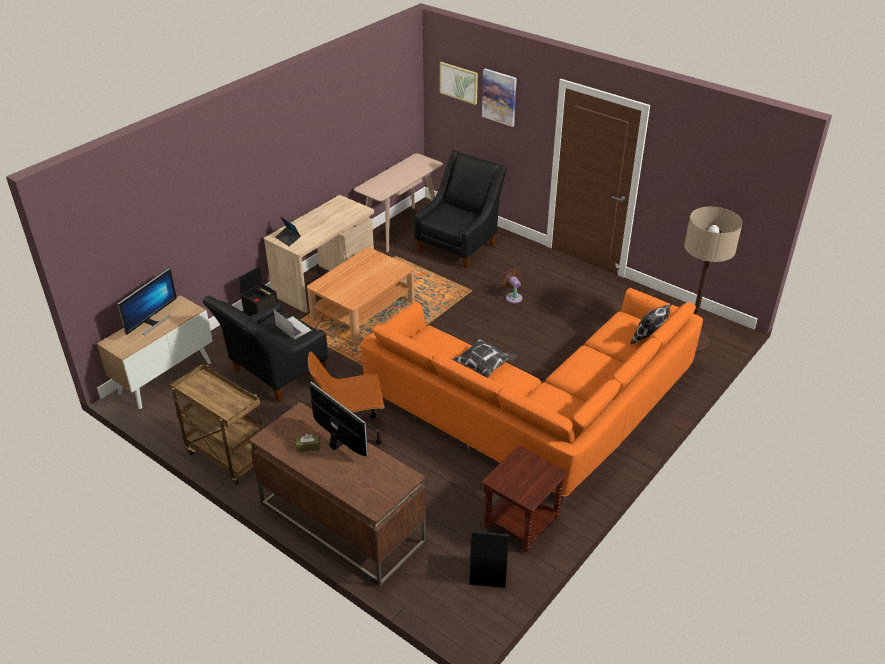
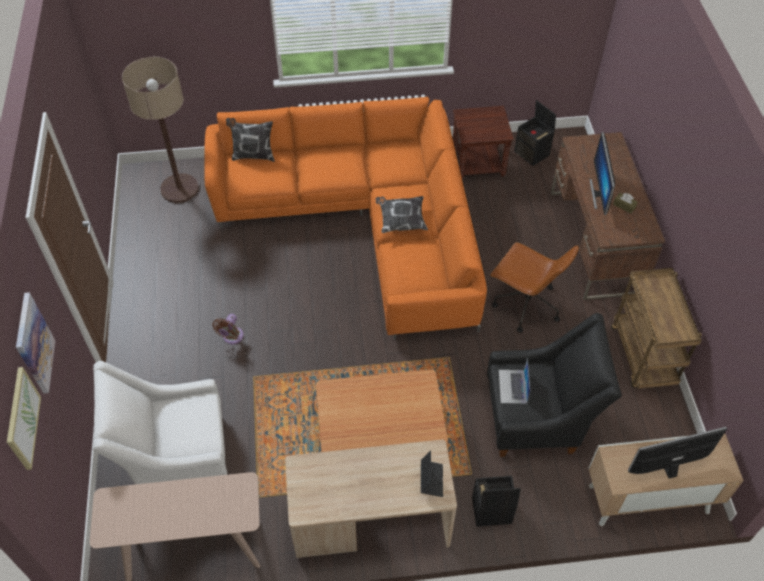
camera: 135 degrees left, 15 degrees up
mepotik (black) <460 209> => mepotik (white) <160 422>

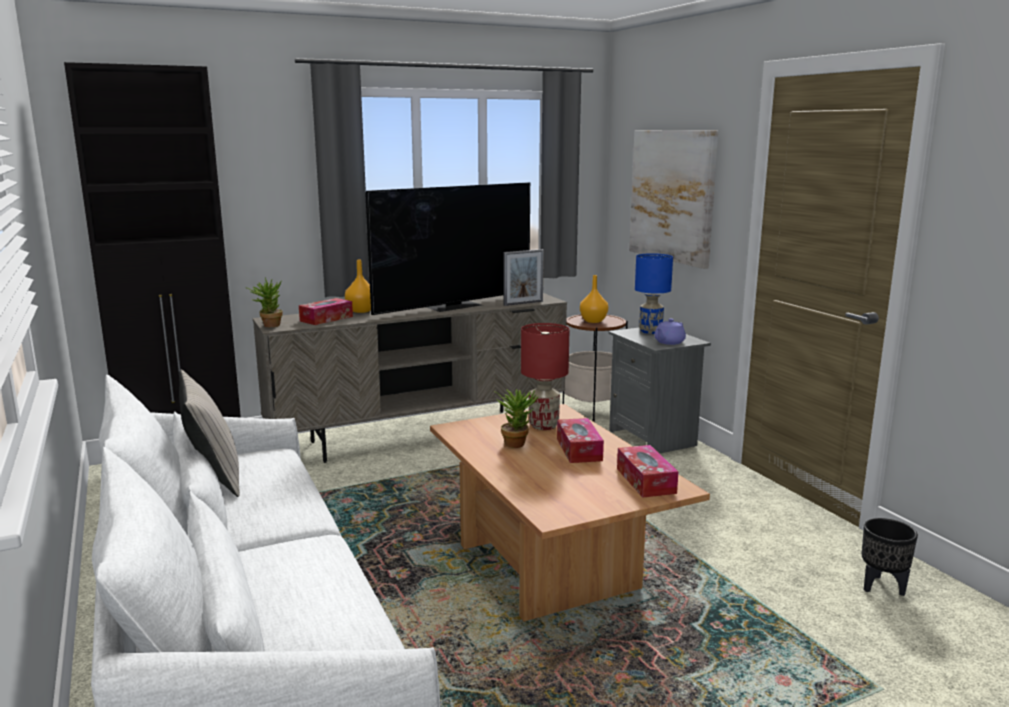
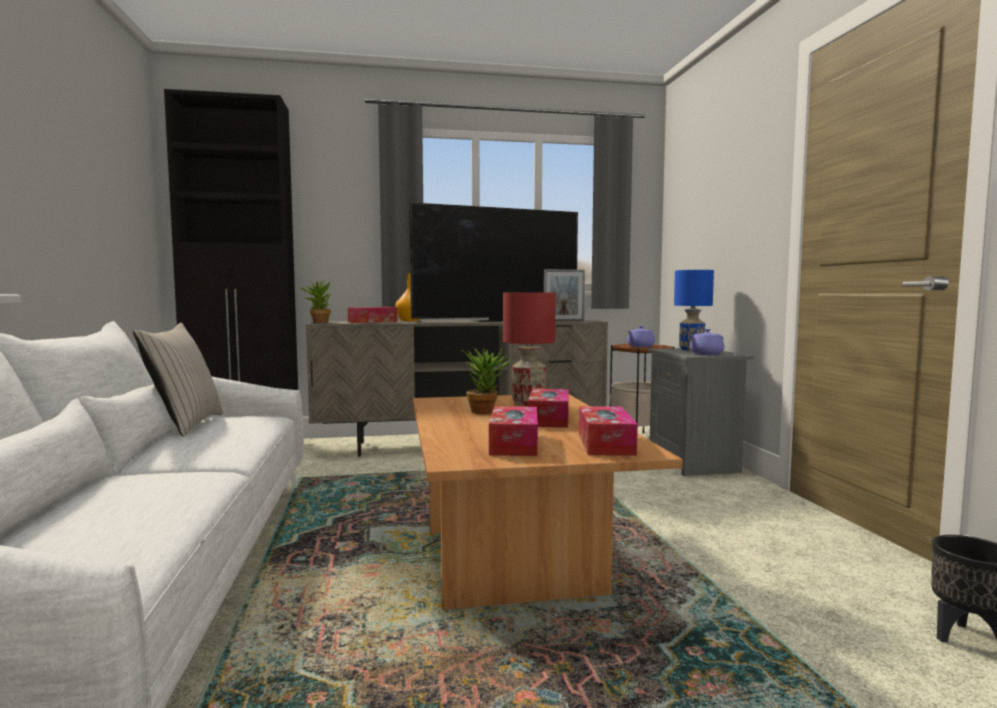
camera: 15 degrees right, 10 degrees down
nothing => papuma <513 431>
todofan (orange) <594 299> => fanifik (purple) <641 336>
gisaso <673 199> => nothing

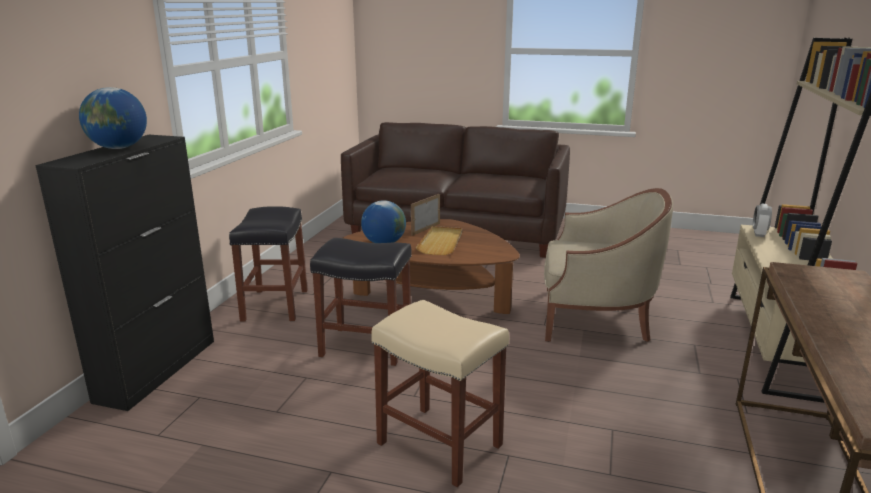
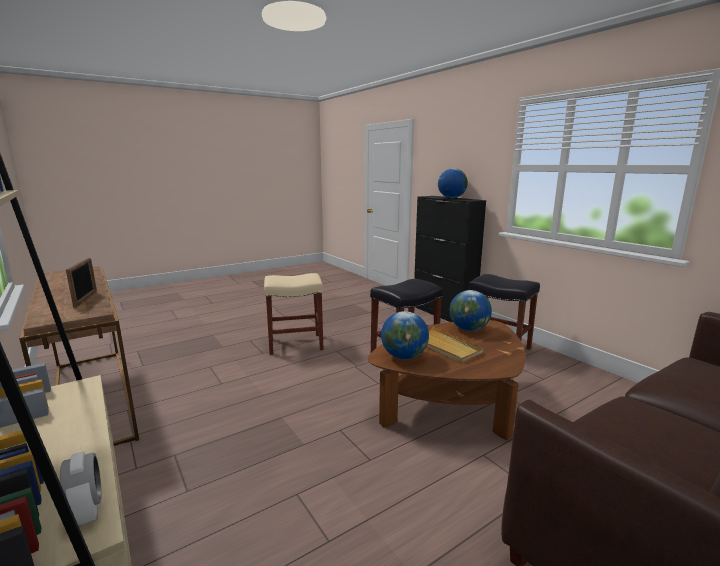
camera: 130 degrees right, 5 degrees down
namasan <425 215> => namasan <81 283>, shifted
nothing => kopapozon <405 335>
mepotik (beige) <608 265> => nothing

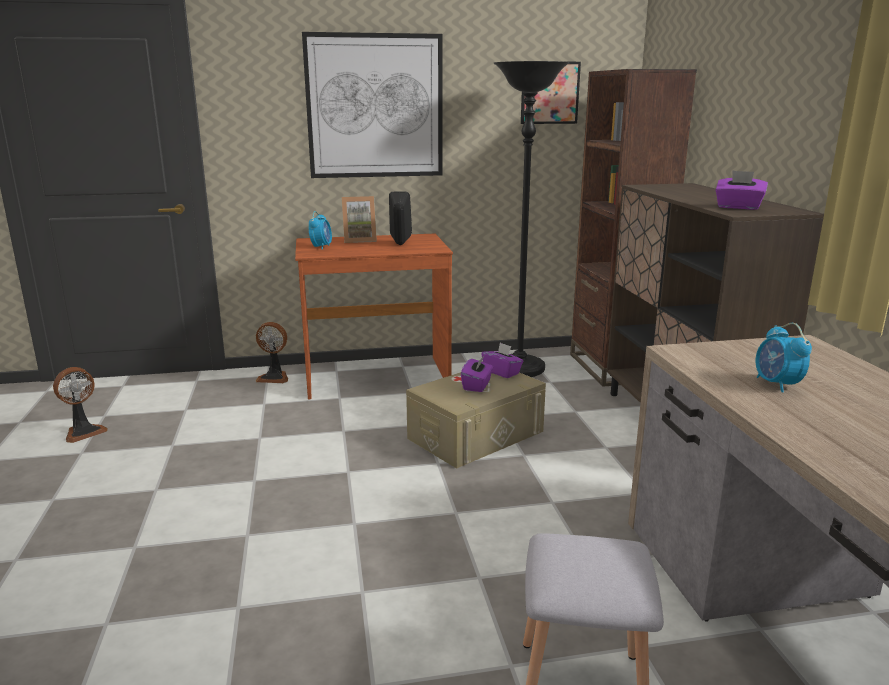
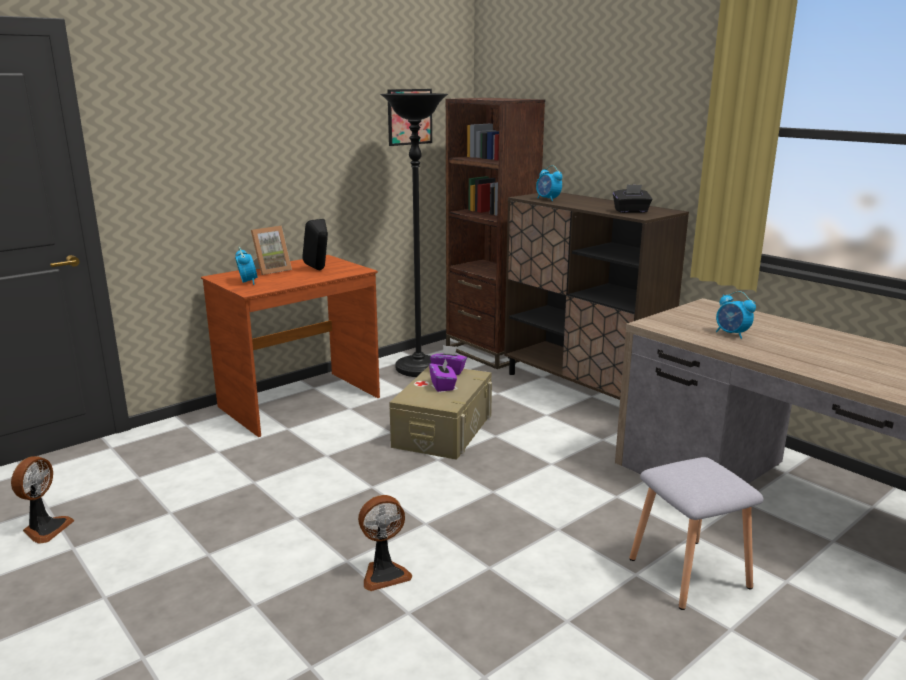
camera: 30 degrees left, 0 degrees up
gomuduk <271 352> => gomuduk <385 543>, shifted
nothing => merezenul <549 183>
papuma (purple) <742 190> => papuma (black) <632 199>
gisaso <372 105> => nothing

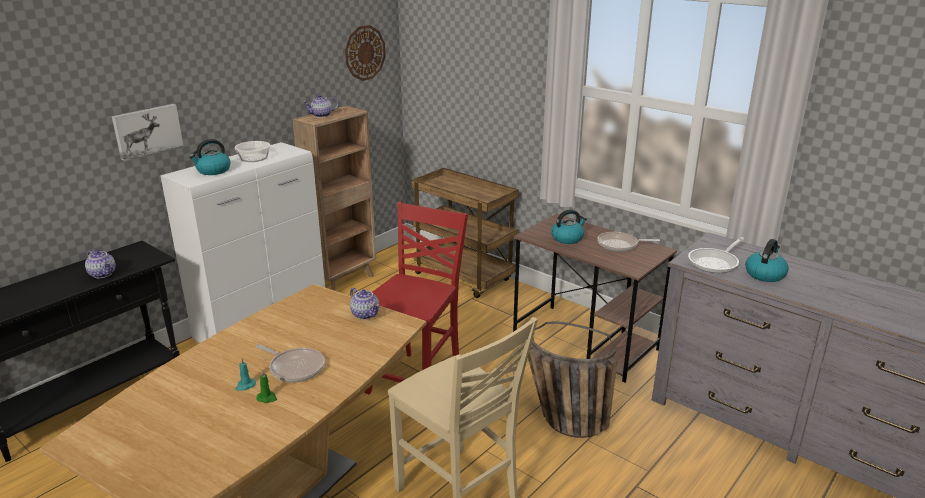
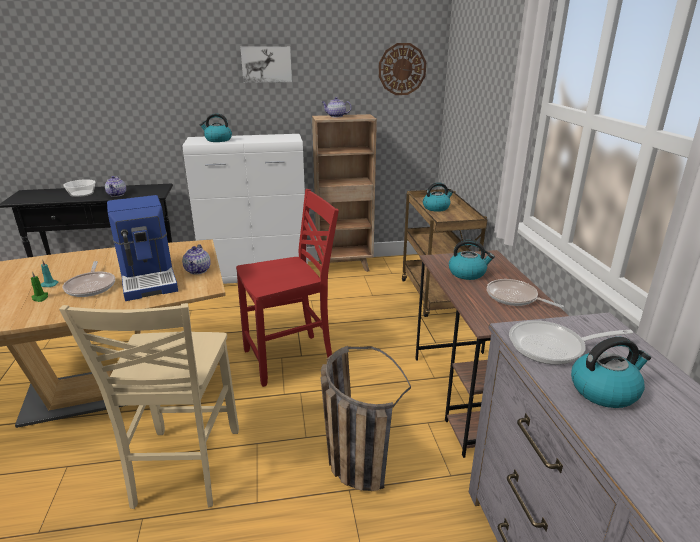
camera: 40 degrees right, 0 degrees up
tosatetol <252 151> => tosatetol <79 188>, shifted
nothing => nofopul <142 248>
gisaso <147 132> => gisaso <266 65>, shifted
nothing => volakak <438 197>

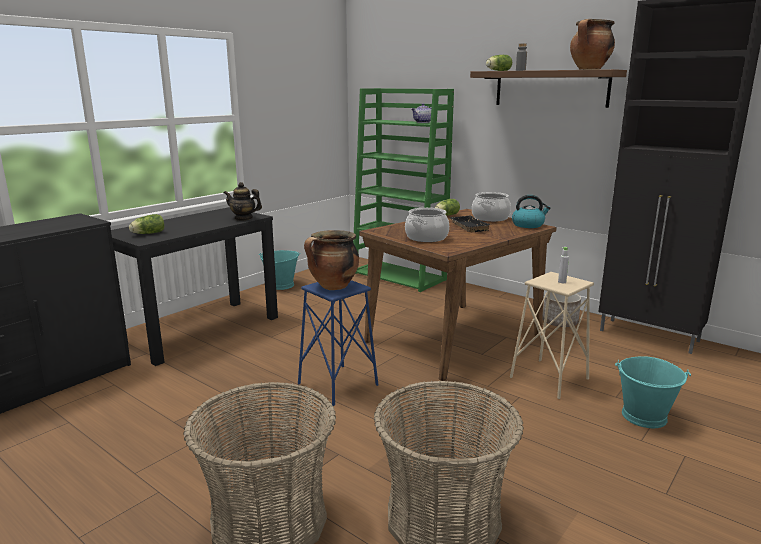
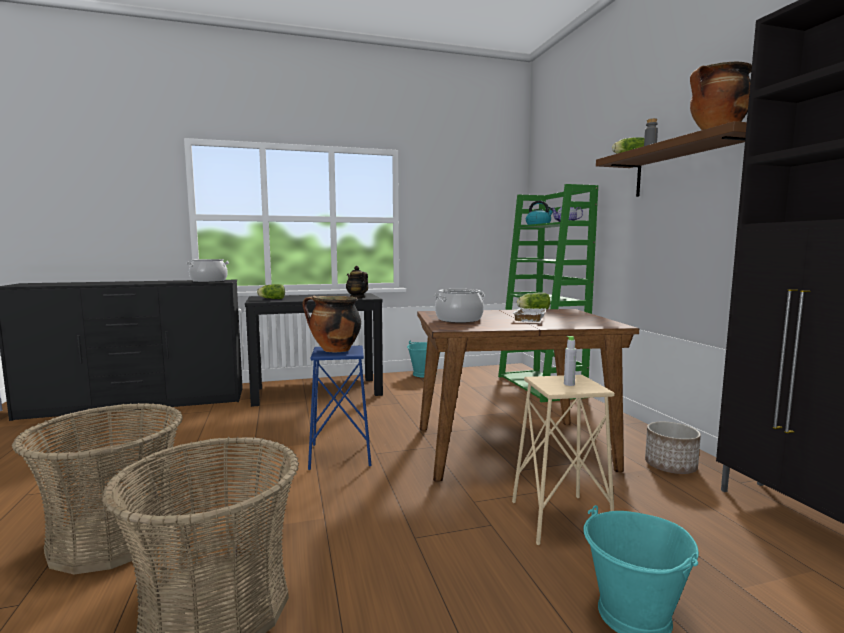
camera: 35 degrees right, 10 degrees down
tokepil <491 207> => tokepil <207 270>, shifted
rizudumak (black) <470 223> => rizudumak (white) <529 315>
volakak <531 211> => volakak <539 212>, shifted

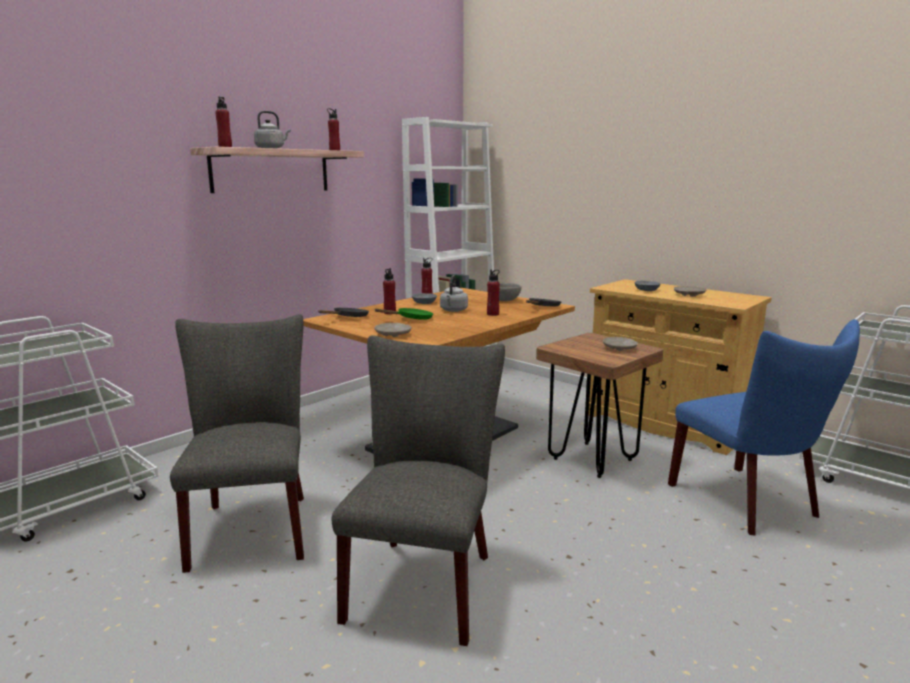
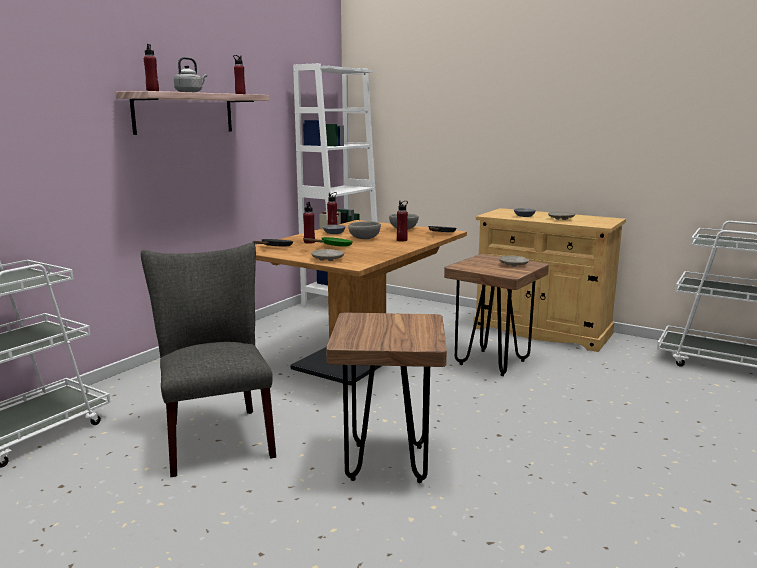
camera: 10 degrees left, 0 degrees up
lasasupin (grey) <418 490> => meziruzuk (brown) <386 398>
volakak (grey) <454 293> => tosatetol (grey) <364 230>
lasasupin (blue) <764 427> => nothing

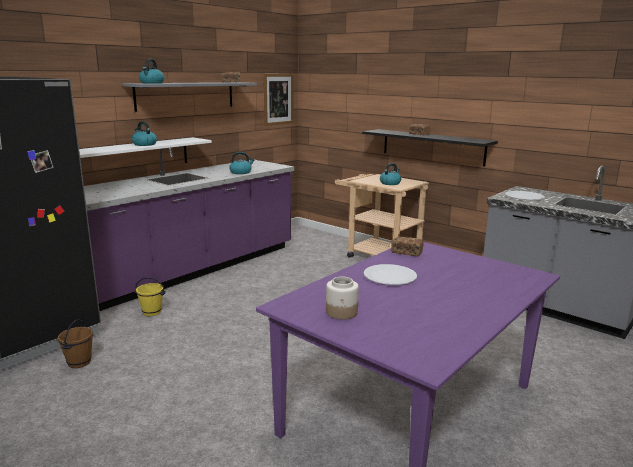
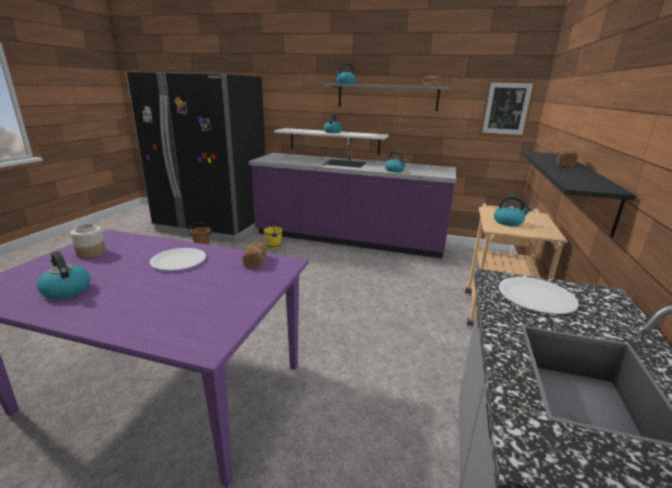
camera: 65 degrees right, 5 degrees up
nothing => volakak <63 275>

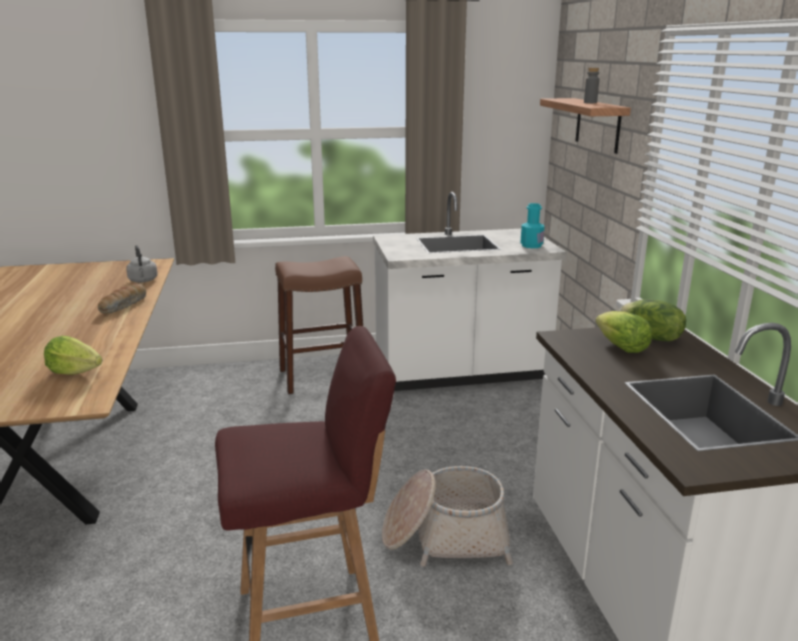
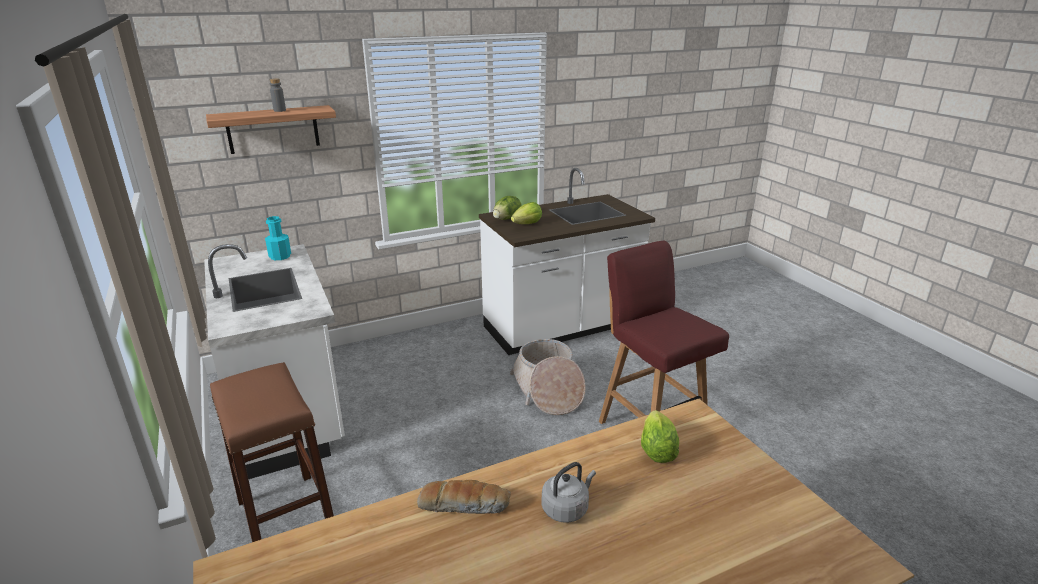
camera: 105 degrees left, 5 degrees up
volakak (grey) <142 264> => volakak (grey) <568 492>, shifted

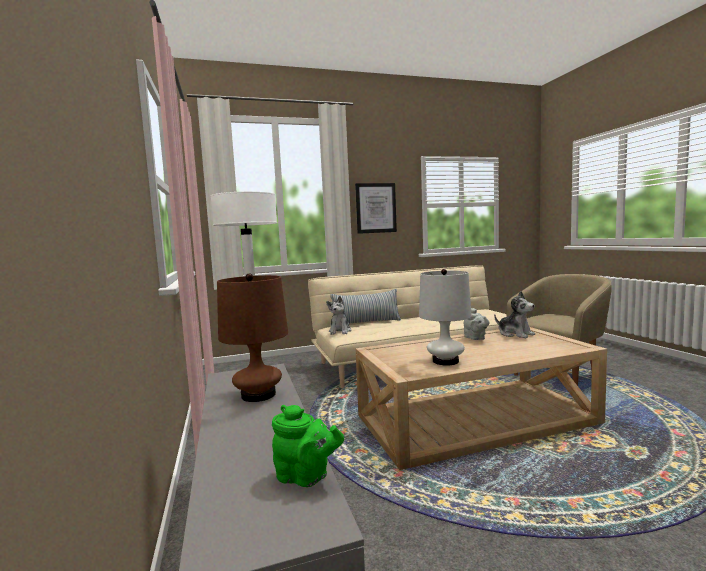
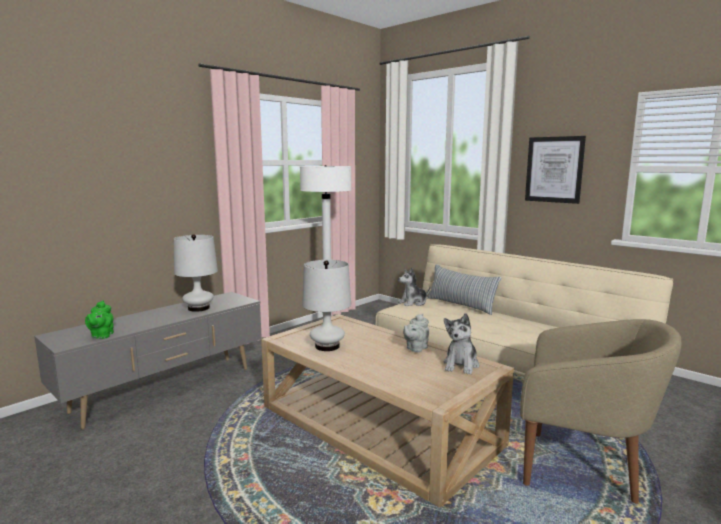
camera: 60 degrees right, 5 degrees up
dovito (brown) <252 337> => dovito (white) <196 273>

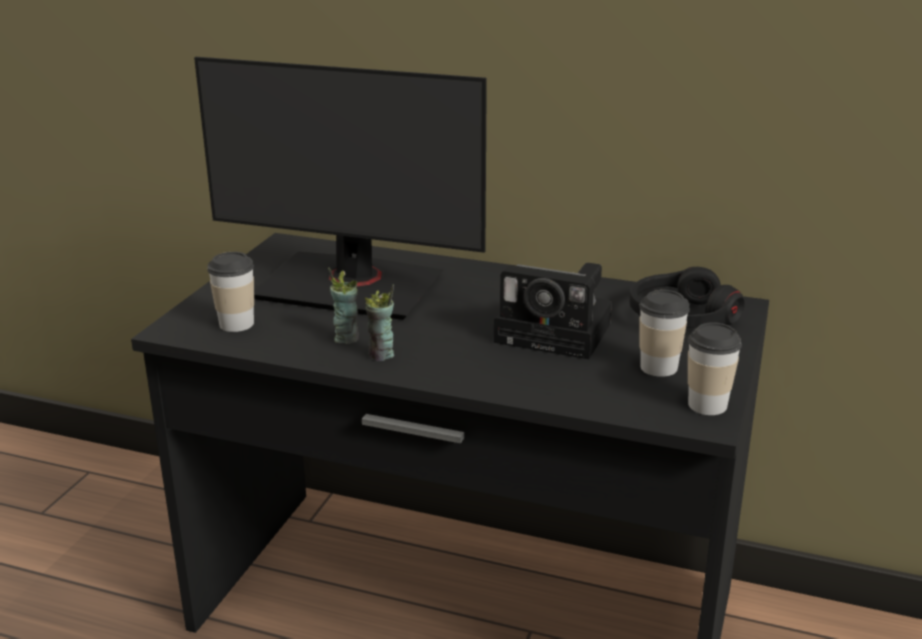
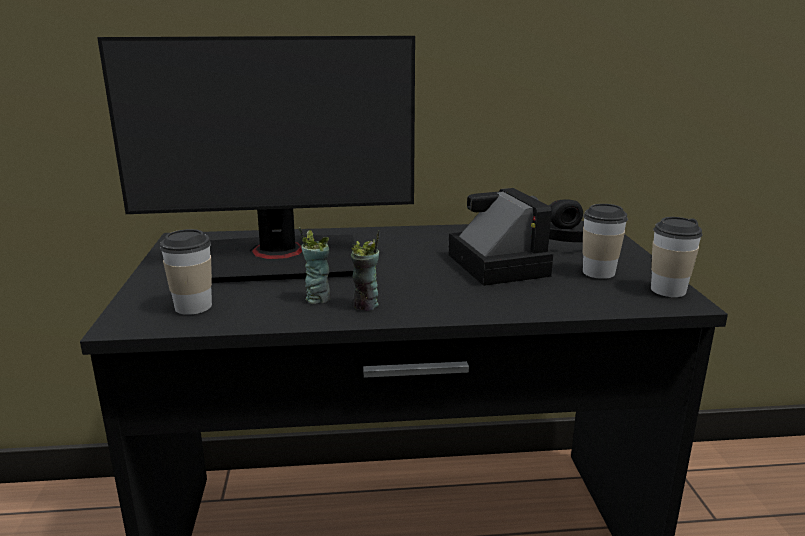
camera: 25 degrees left, 5 degrees down
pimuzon <553 311> => pimuzon <500 237>, 105 degrees counterclockwise

